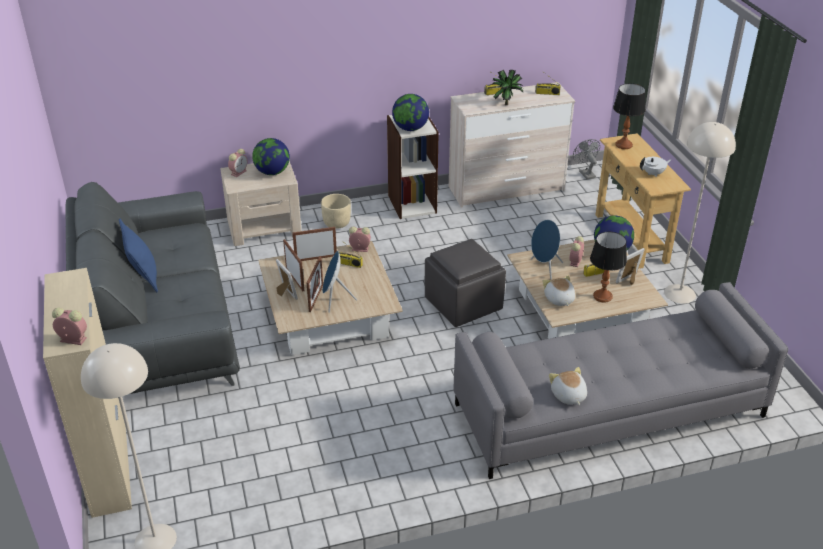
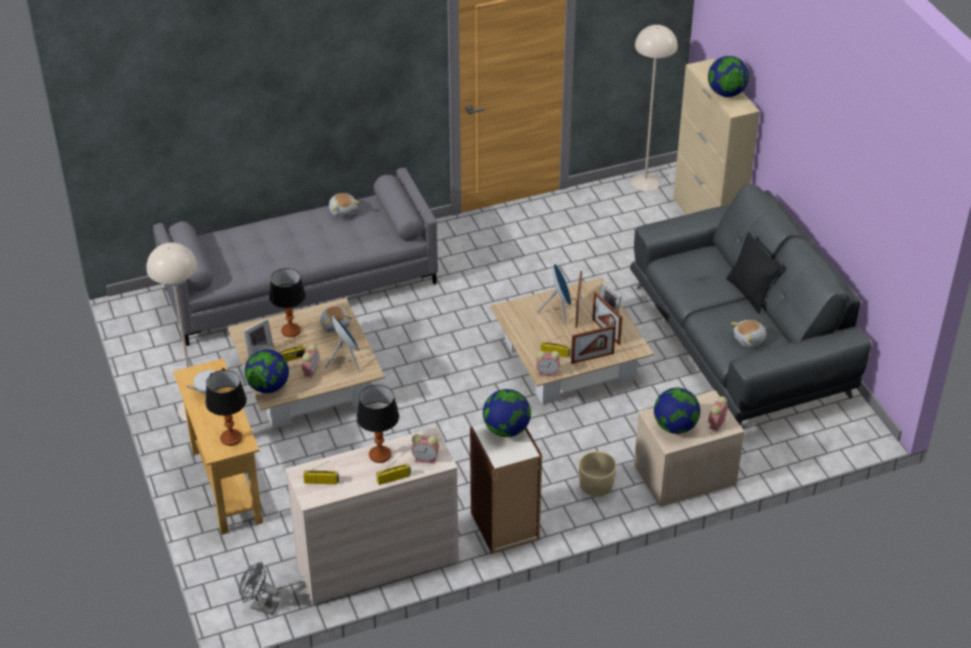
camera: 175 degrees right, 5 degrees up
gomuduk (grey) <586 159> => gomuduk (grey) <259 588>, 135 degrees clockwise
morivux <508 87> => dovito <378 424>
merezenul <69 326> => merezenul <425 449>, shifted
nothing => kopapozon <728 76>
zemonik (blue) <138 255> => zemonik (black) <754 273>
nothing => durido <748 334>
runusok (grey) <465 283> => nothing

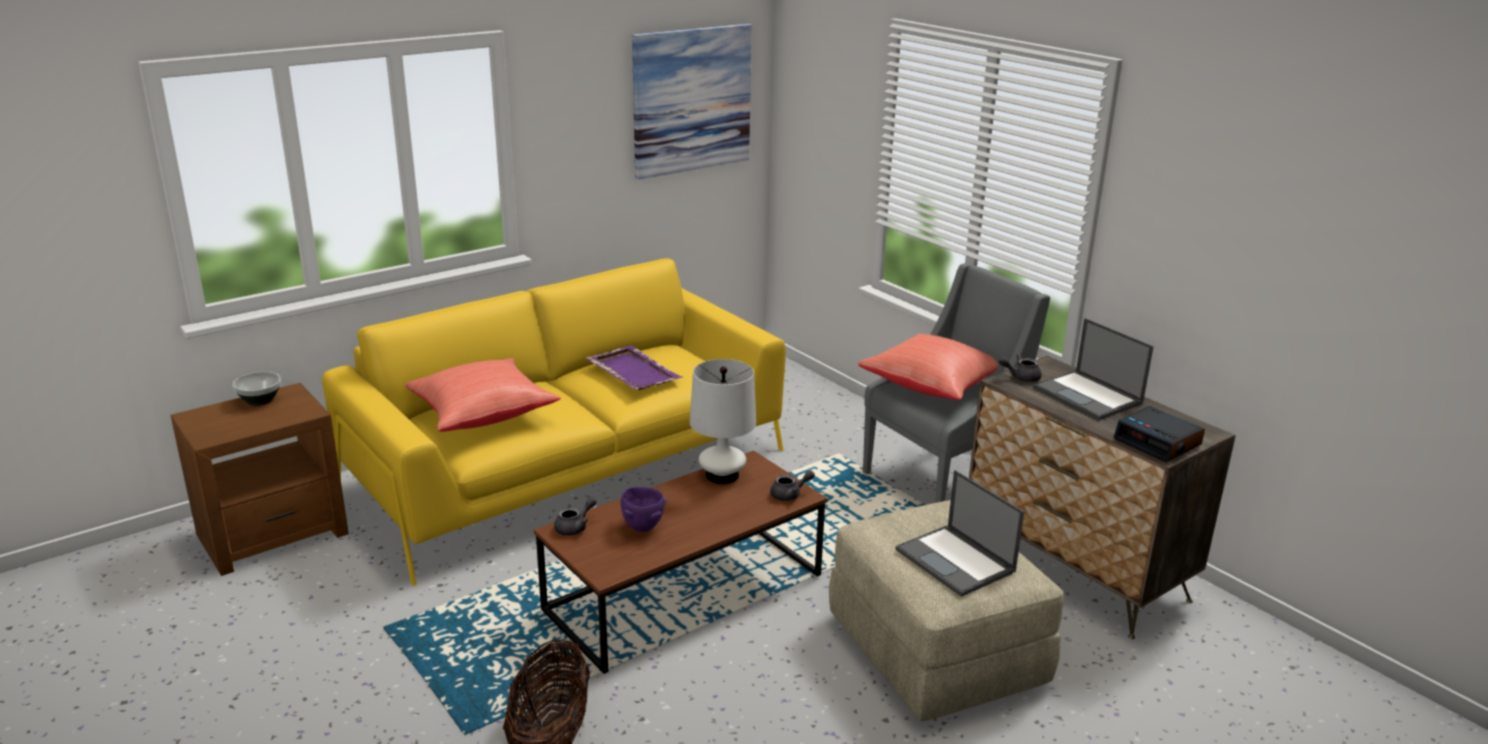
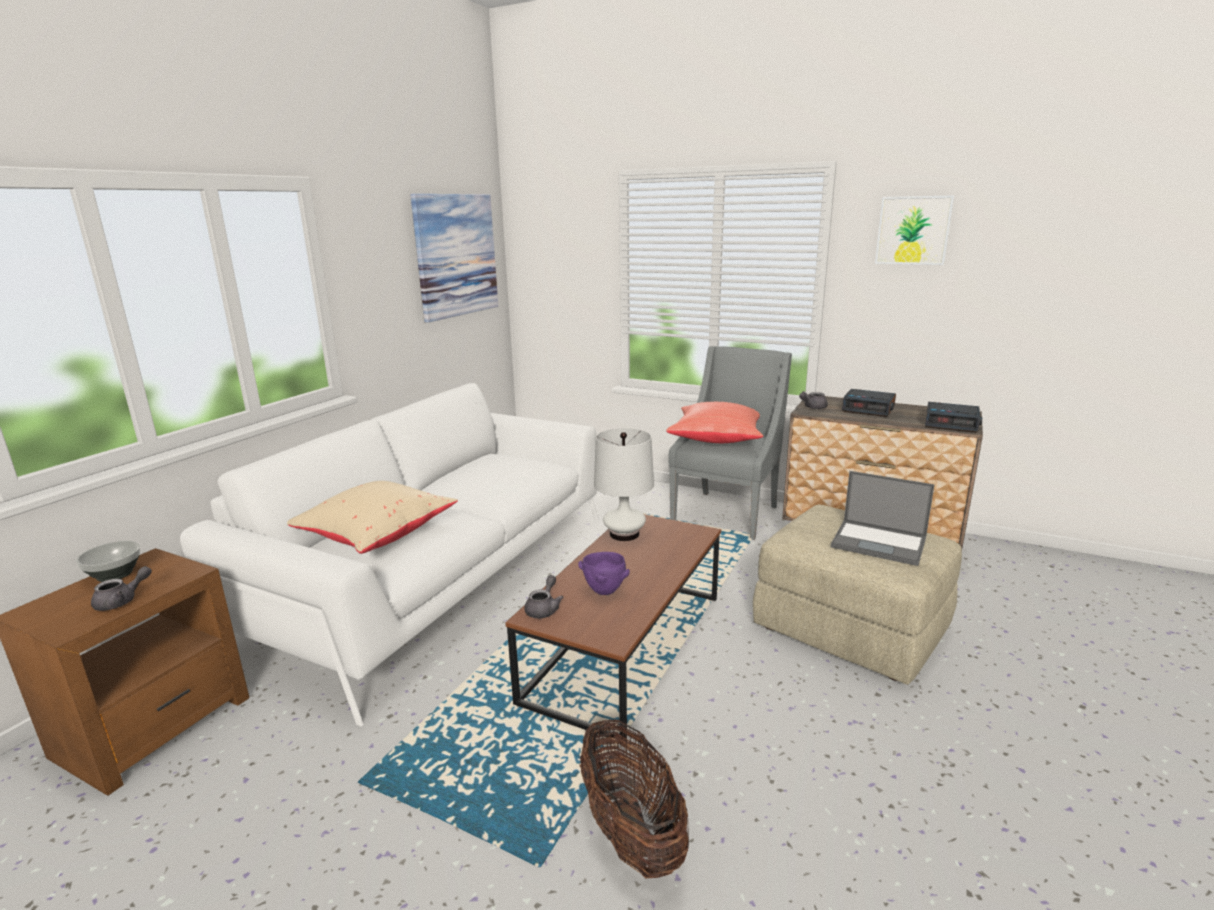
camera: 25 degrees left, 5 degrees down
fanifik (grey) <792 485> => fanifik (grey) <121 588>, shifted
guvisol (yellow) <554 422> => guvisol (white) <389 555>
zemonik (red) <483 395> => zemonik (beige) <372 517>
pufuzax <1093 369> => merezenul <869 403>
nothing => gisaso <914 230>
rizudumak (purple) <634 367> => nothing

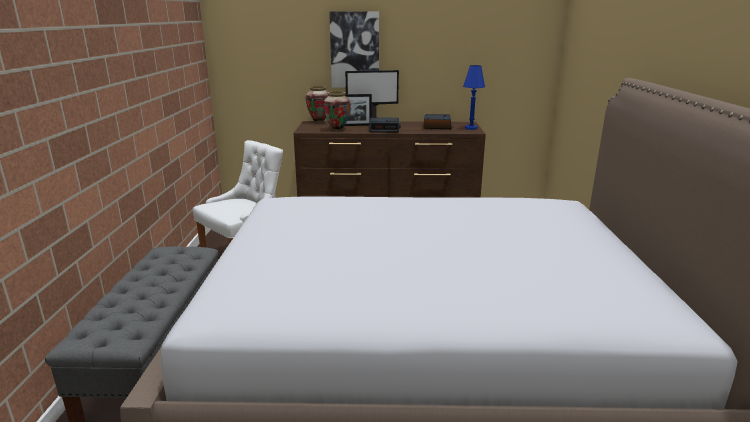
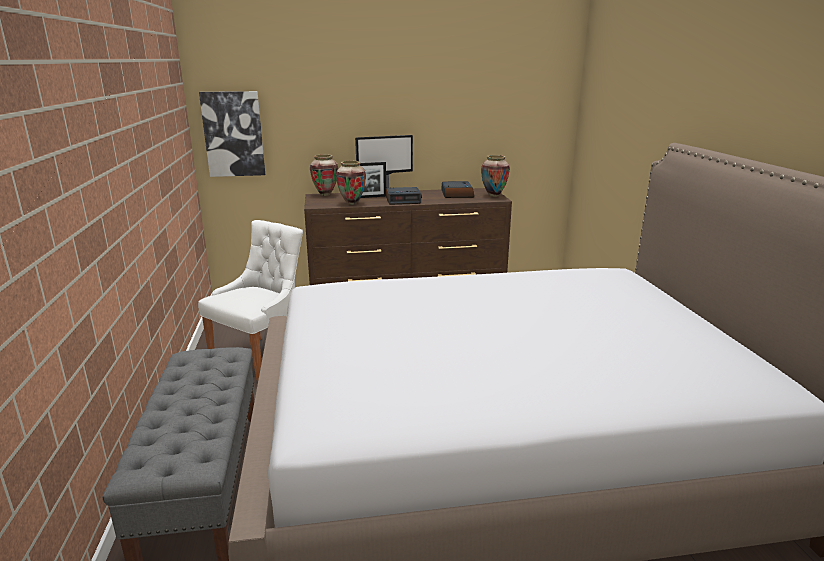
camera: 10 degrees left, 0 degrees up
gisaso <354 50> => gisaso <232 134>, shifted
dovito (blue) <474 97> => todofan <495 176>

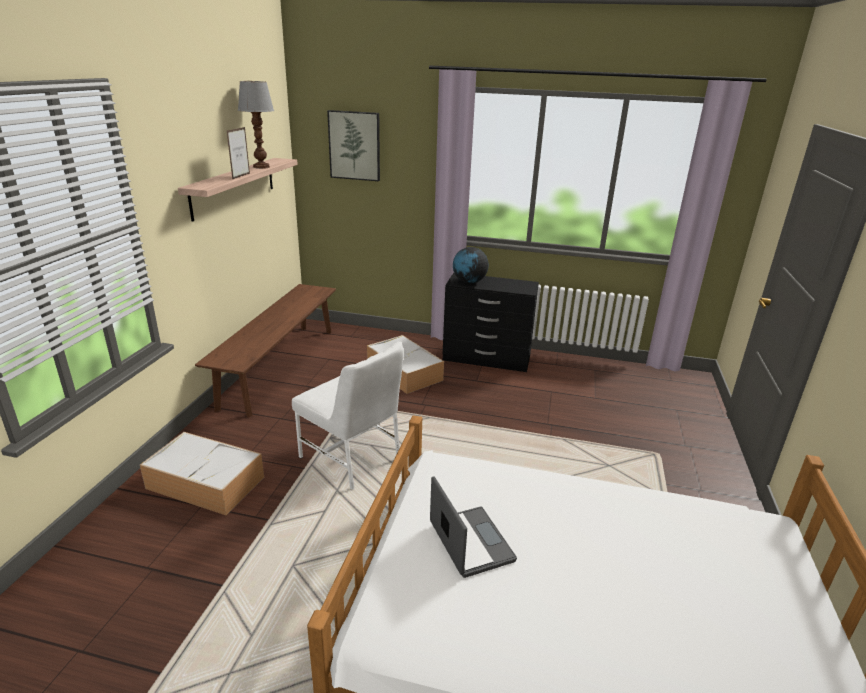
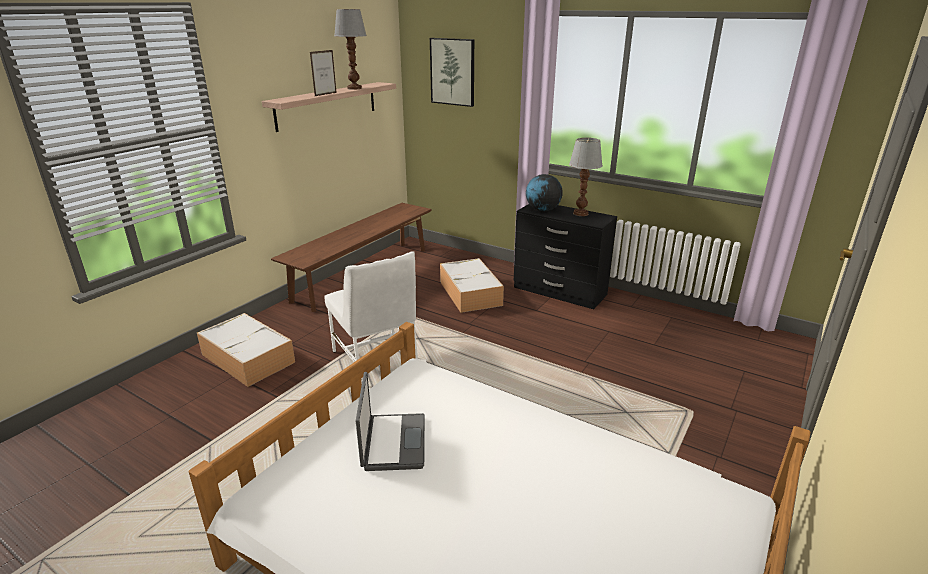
camera: 20 degrees right, 0 degrees up
nothing => dovito <586 177>

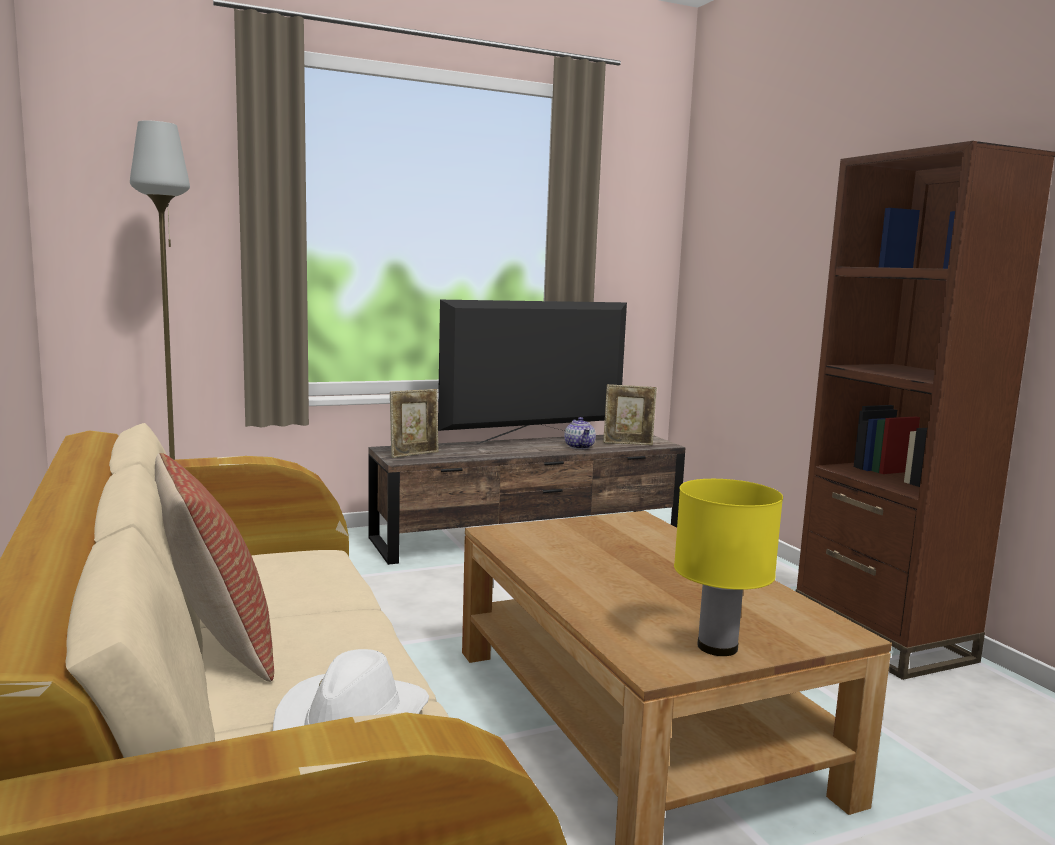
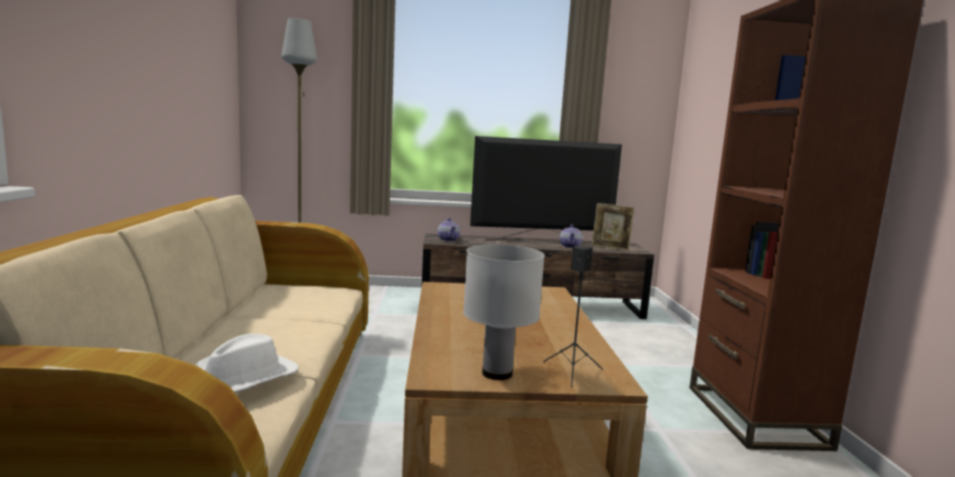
camera: 20 degrees right, 0 degrees up
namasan <414 423> => fanifik <448 230>
dovito (yellow) <728 567> => dovito (white) <504 312>
nothing => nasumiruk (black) <573 316>
zemonik <214 567> => nothing

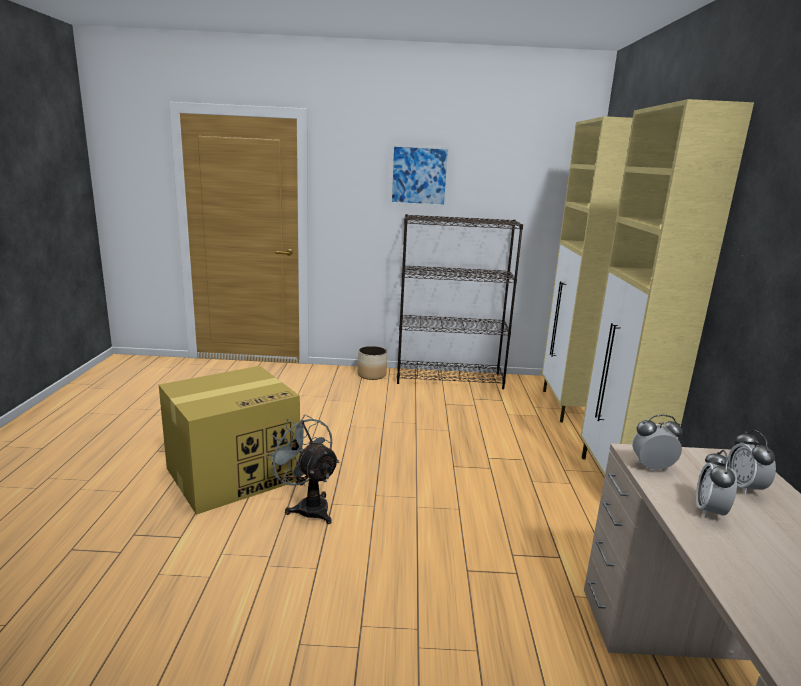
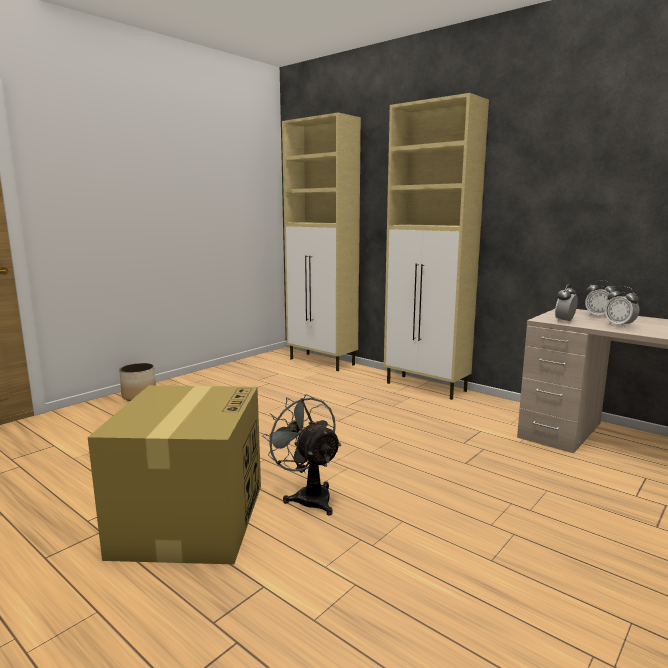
camera: 50 degrees left, 5 degrees down
gomuduk (grey) <302 469> => gomuduk (grey) <302 454>, 60 degrees clockwise
gisaso <420 176> => nothing
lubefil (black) <460 301> => nothing

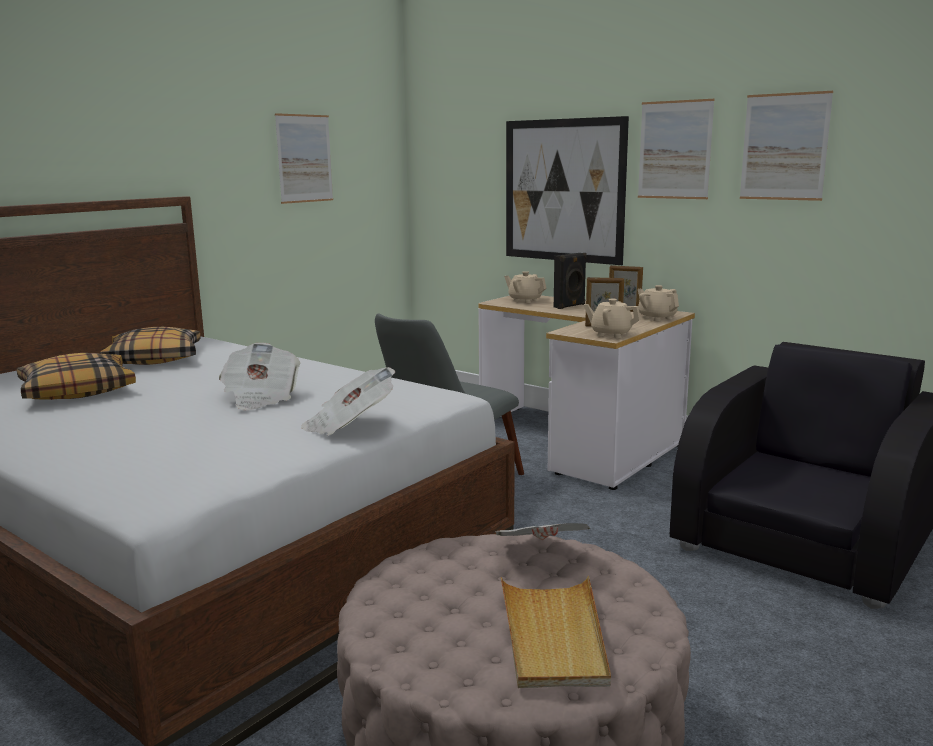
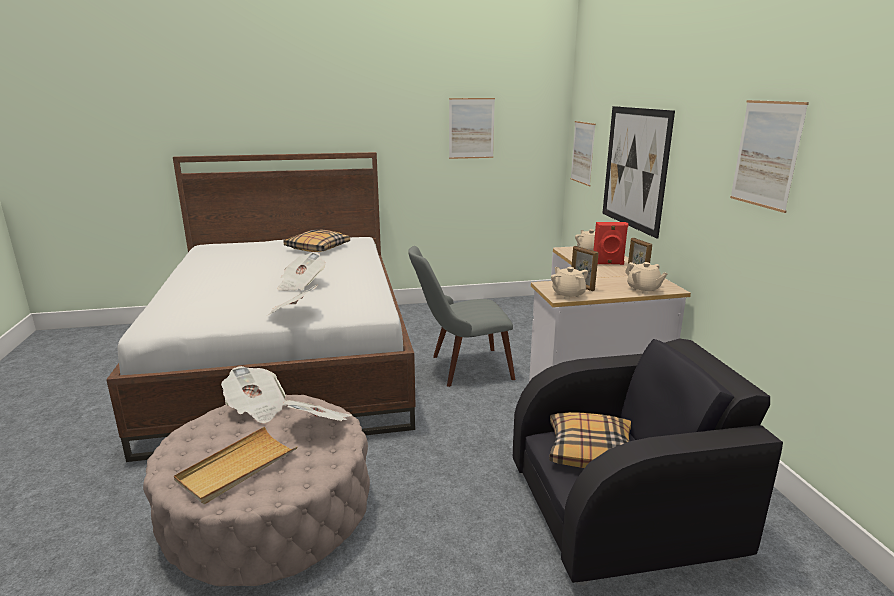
camera: 40 degrees right, 5 degrees up
nothing => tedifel <254 394>
zemonik <76 376> => zemonik <590 440>, shifted
gisaso <676 149> => gisaso <583 153>, shifted
nasumiruk (black) <570 281> => nasumiruk (red) <611 243>
fanifik (beige) <658 303> => fanifik (beige) <646 278>, 135 degrees clockwise

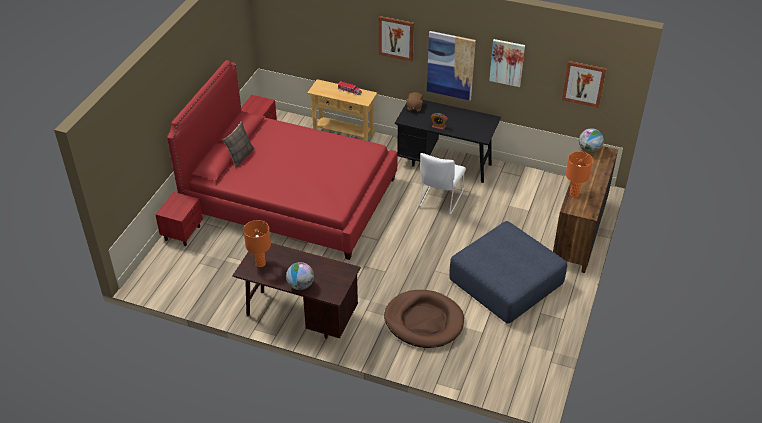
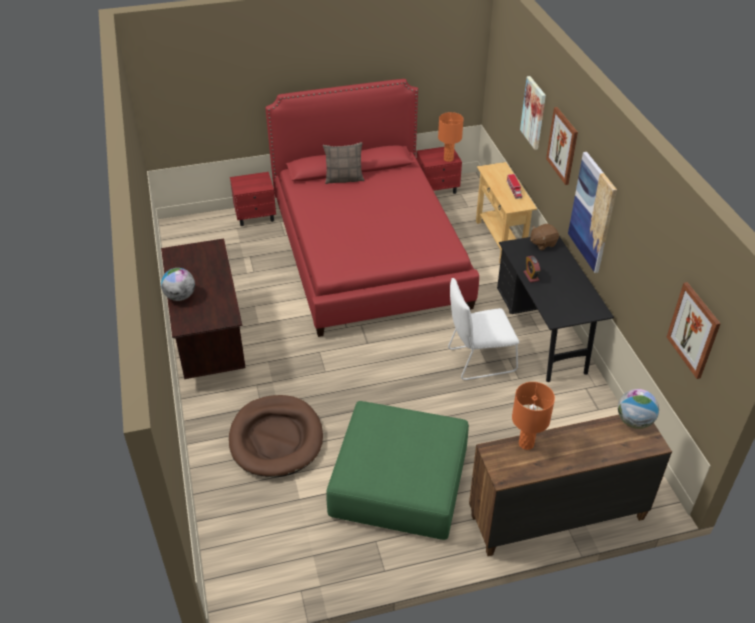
camera: 55 degrees right, 0 degrees up
runusok (blue) <508 272> => runusok (green) <397 470>
dovito (orange) <257 243> => dovito (orange) <451 137>, shifted
gisaso <507 63> => gisaso <533 113>, shifted

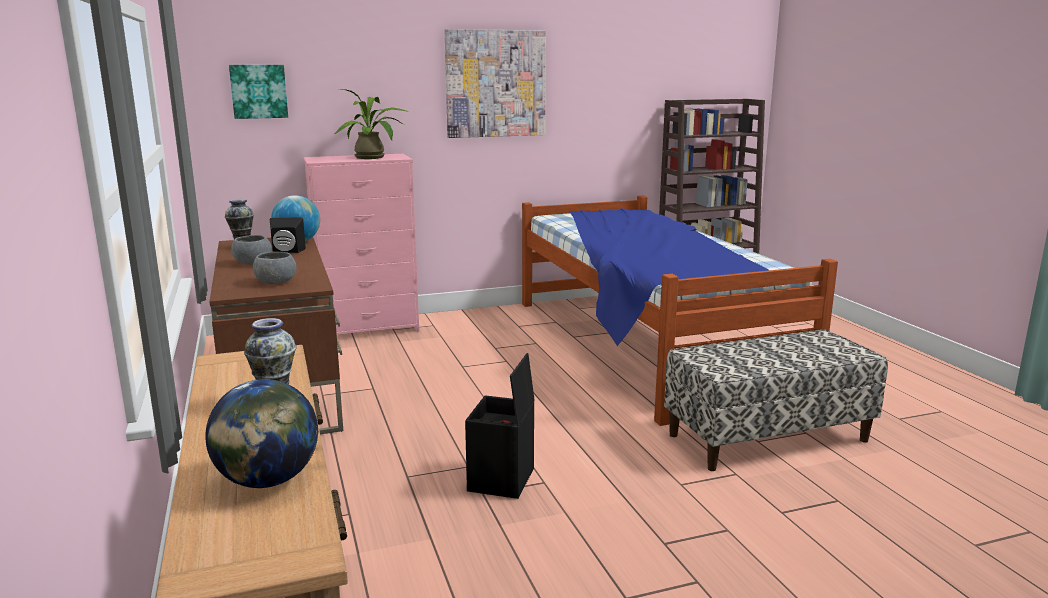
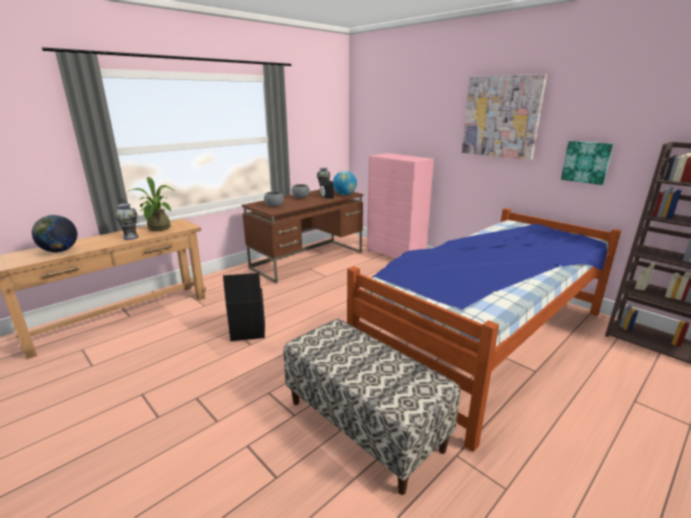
camera: 65 degrees right, 5 degrees up
morivux <371 124> => morivux <150 204>, shifted
gisaso <258 92> => gisaso <587 163>, shifted

